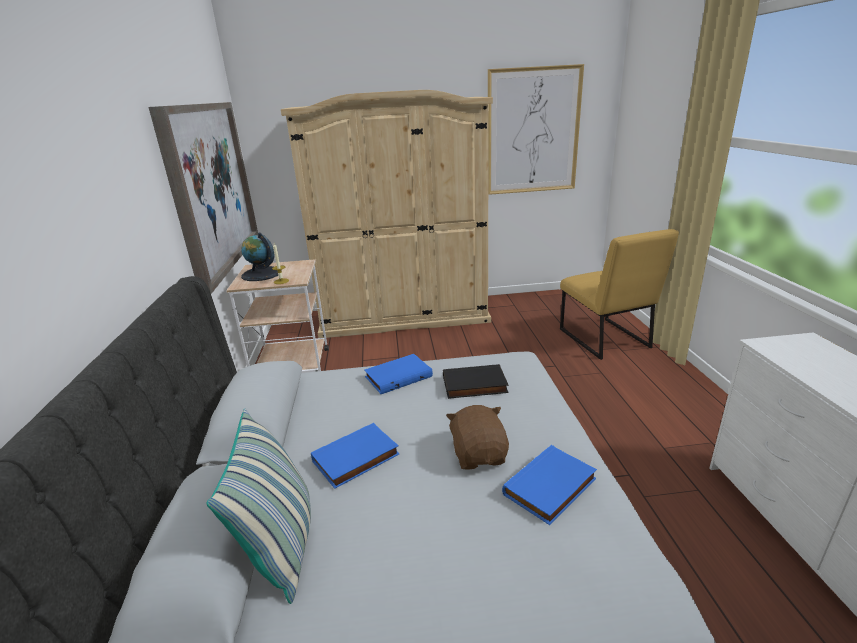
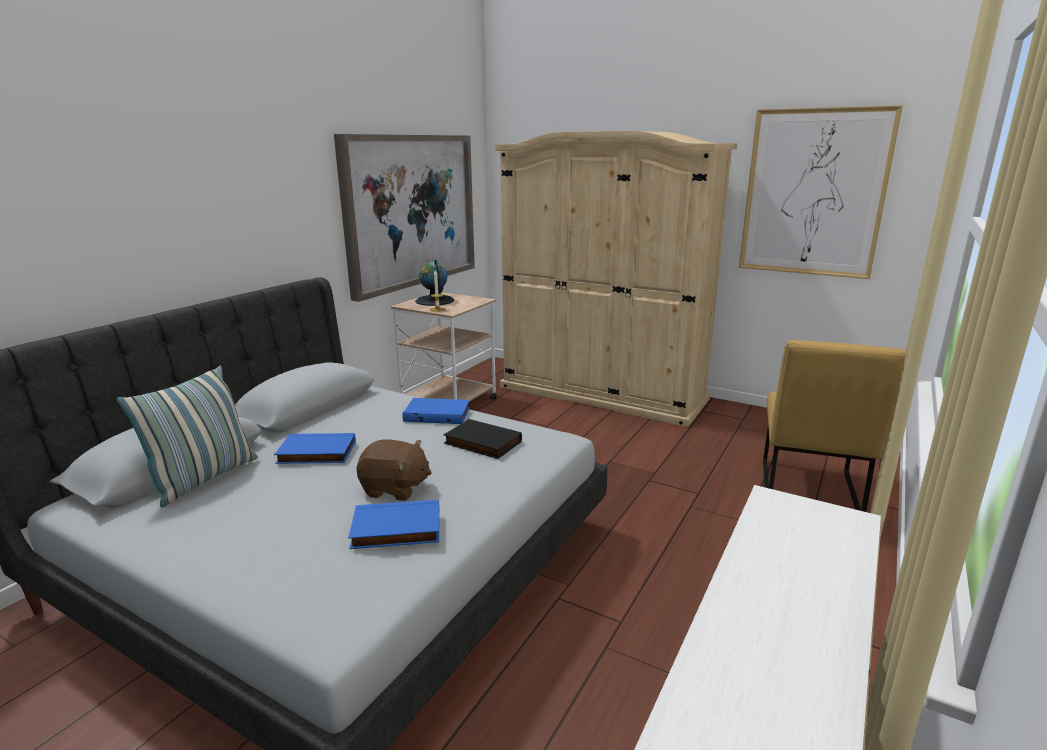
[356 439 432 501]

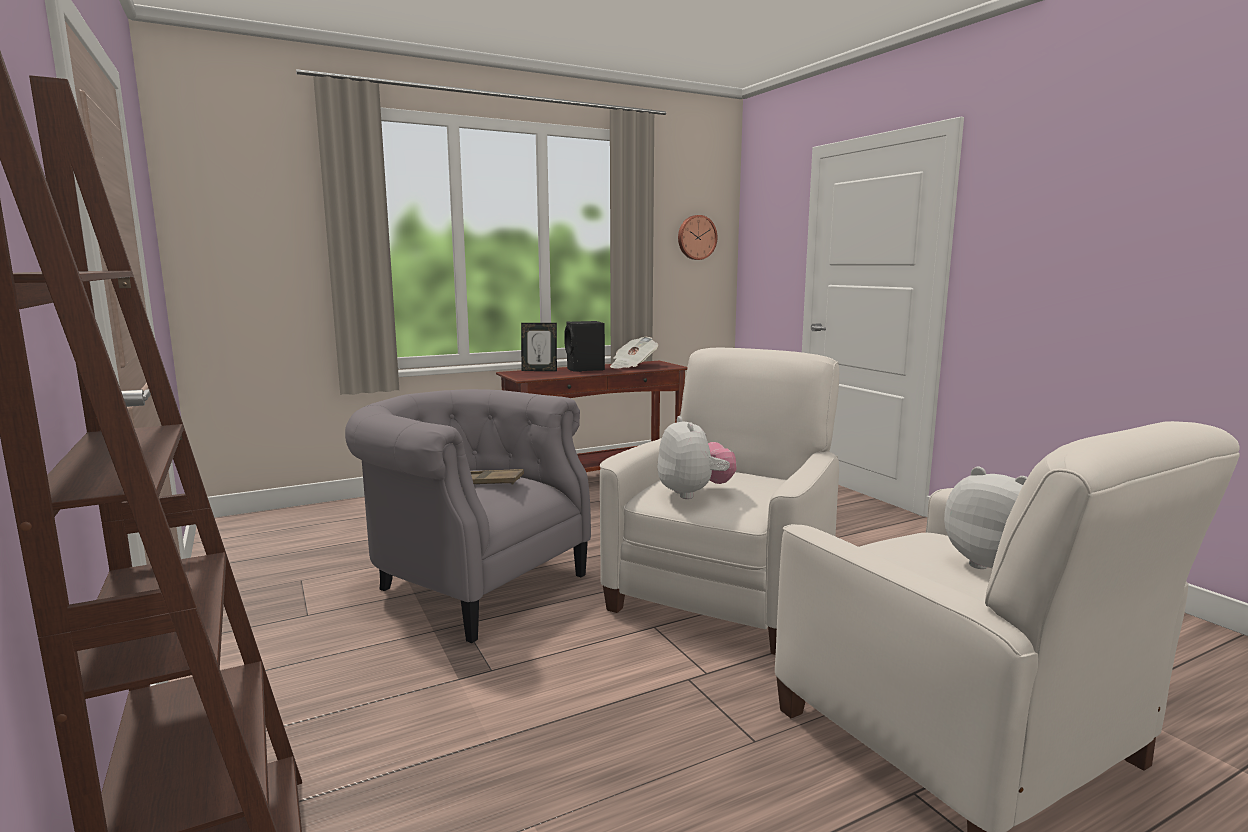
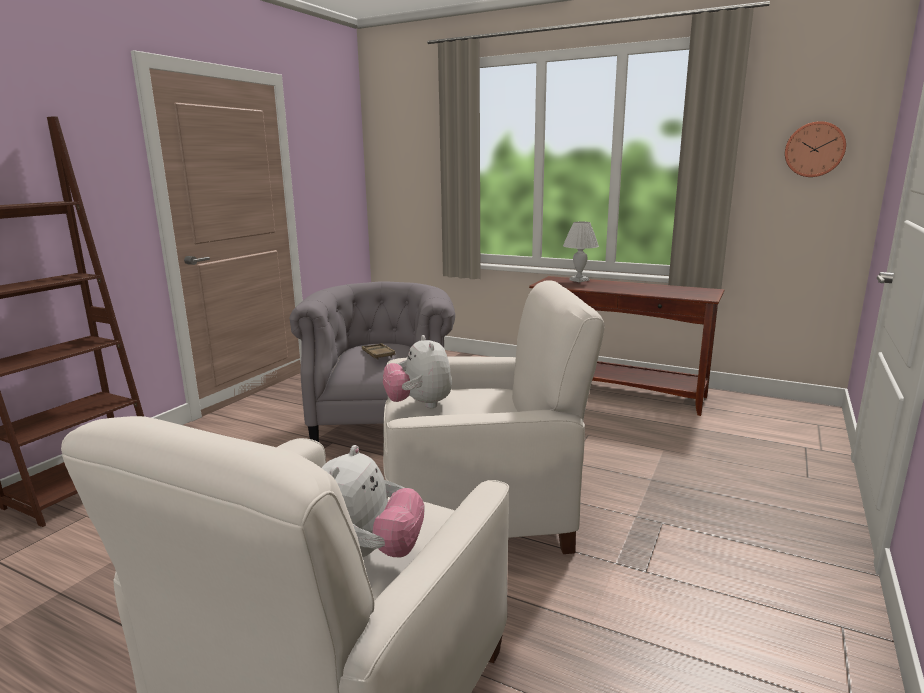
[563 222 599 282]
[564 321 605 372] (first image)
[610 337 658 369] (first image)
[383 335 452 408]

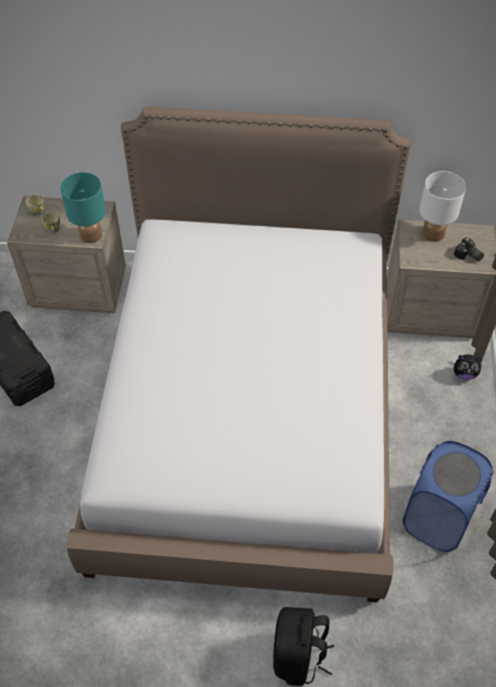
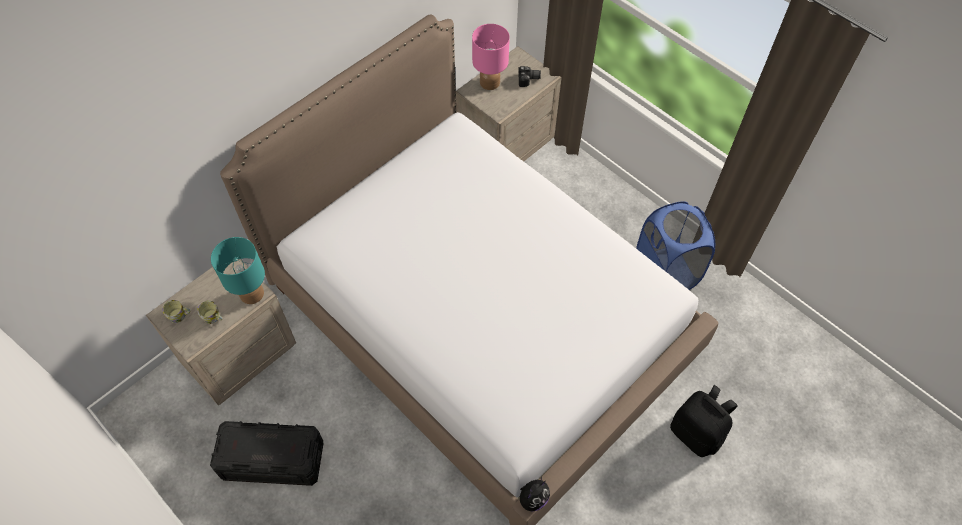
[472 24 510 90]
[520 477 550 512]

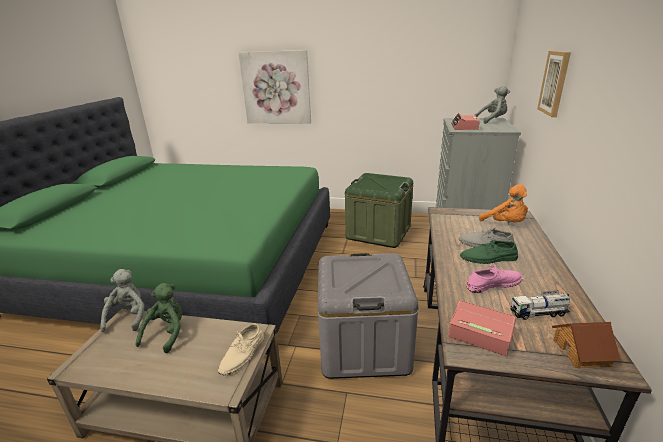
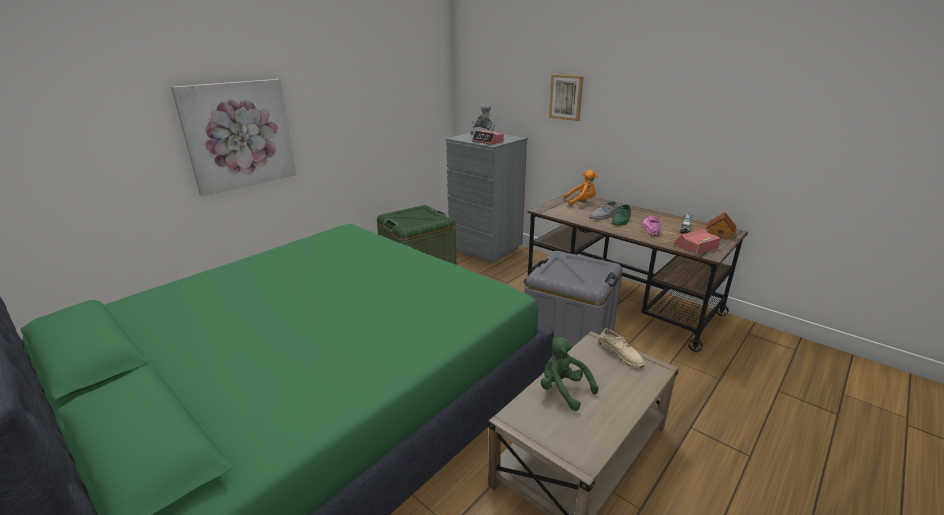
[100 269 145 332] (first image)

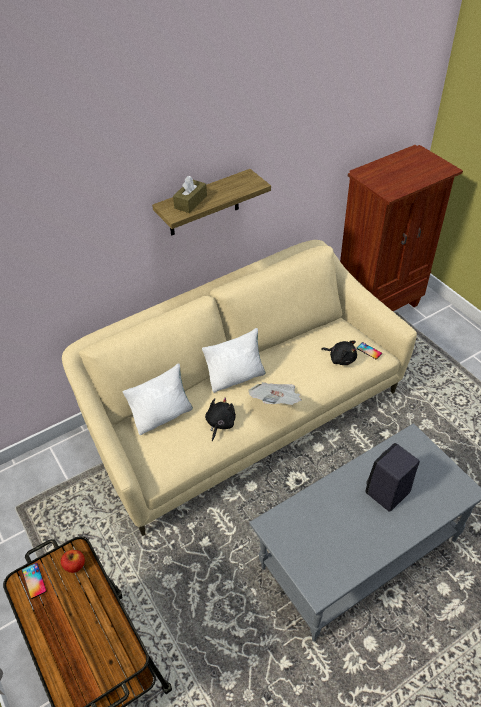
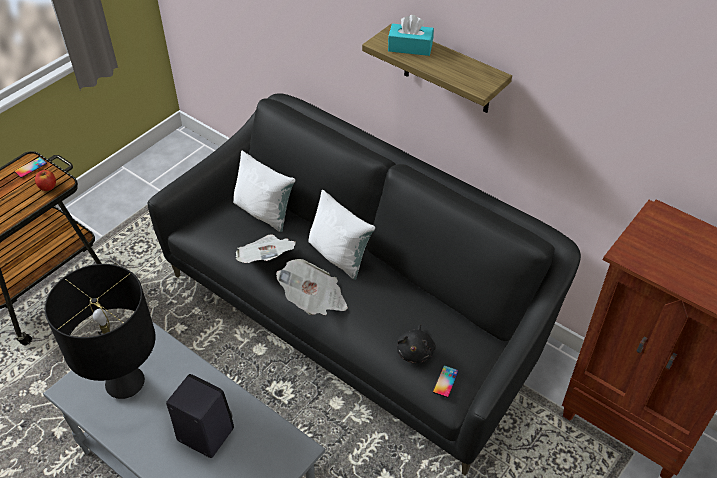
[148 93 581 476]
[388 15 434 56]
[236 234 296 263]
[45 264 156 399]

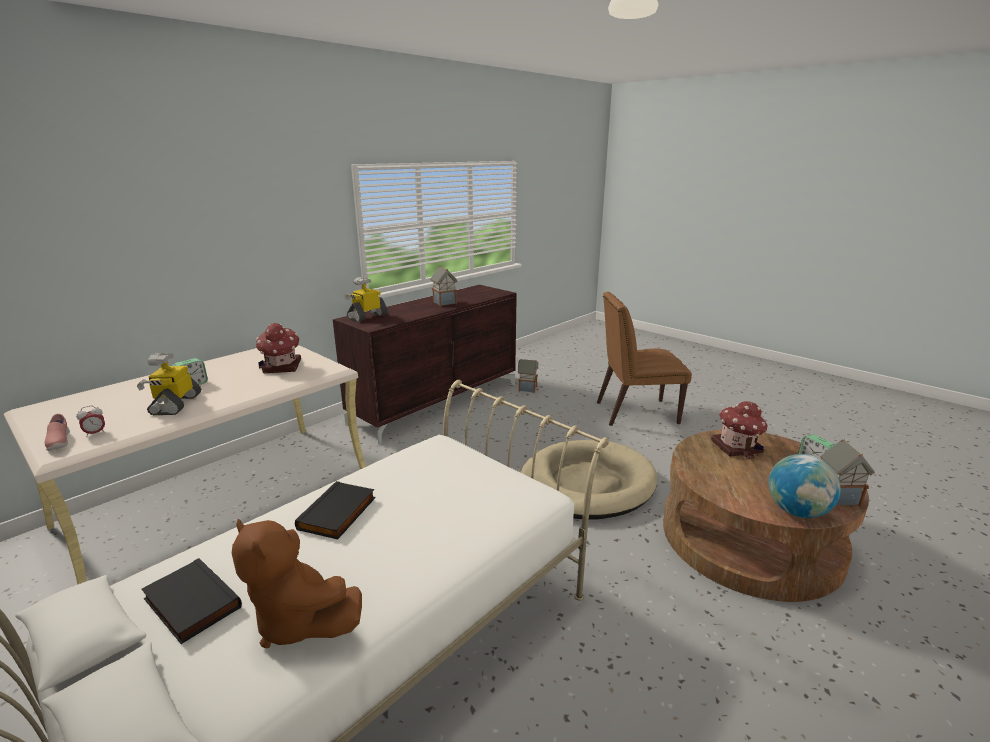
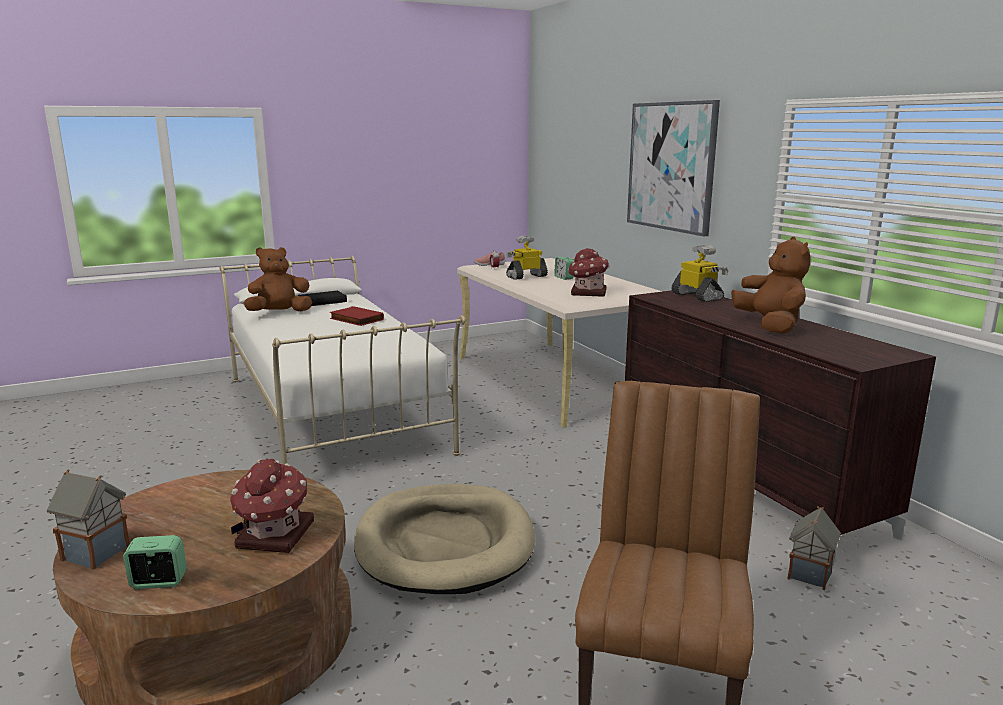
[506 236 548 280]
[330 306 384 326]
[731 237 810 334]
[769 454 841 518] (first image)
[627 100 720 236]

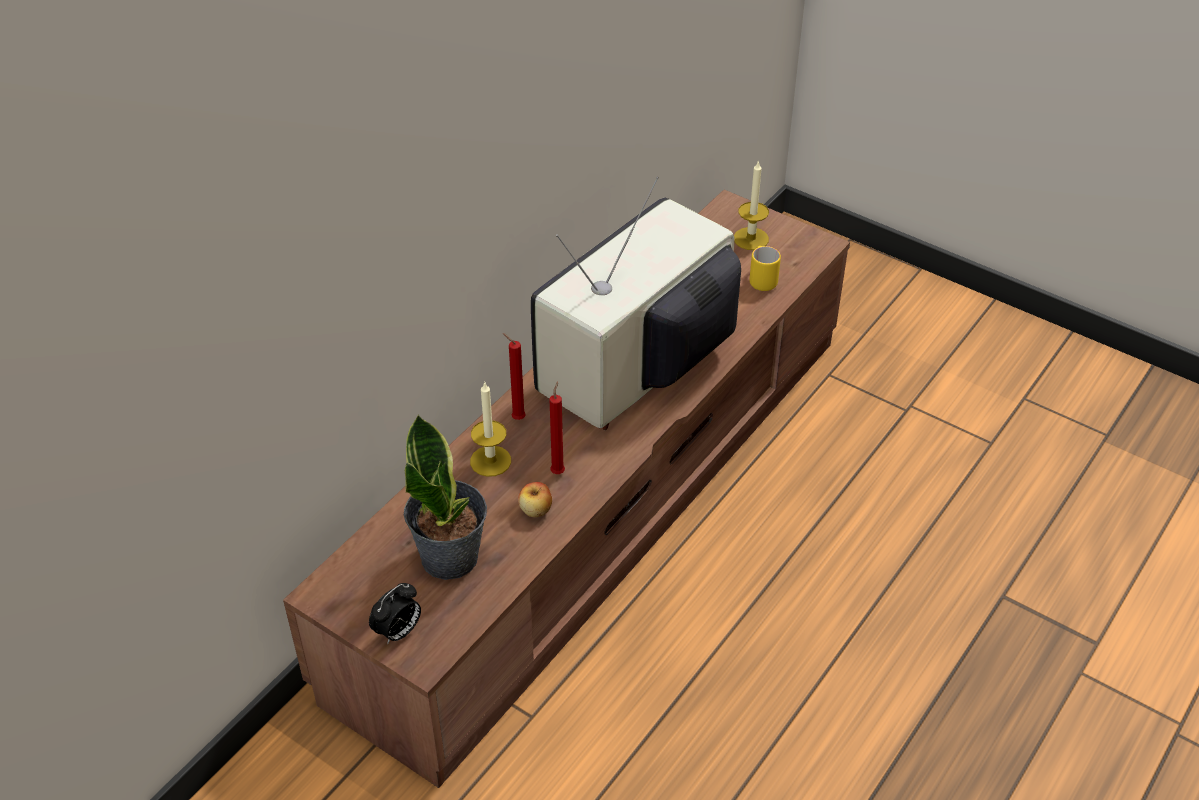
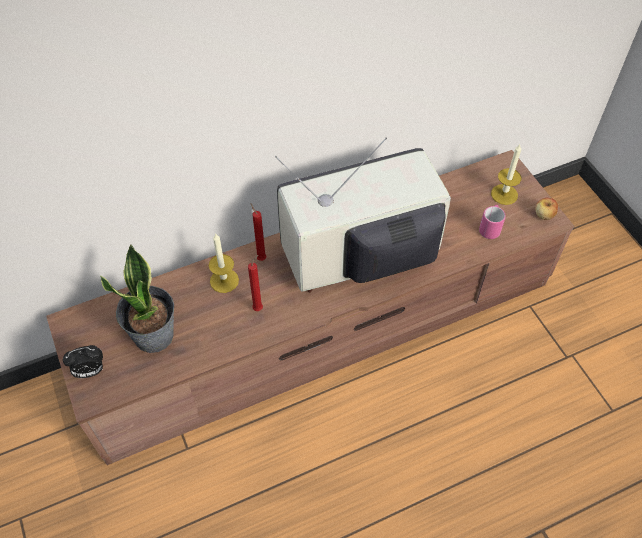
[535 198 558 220]
[479 205 506 239]

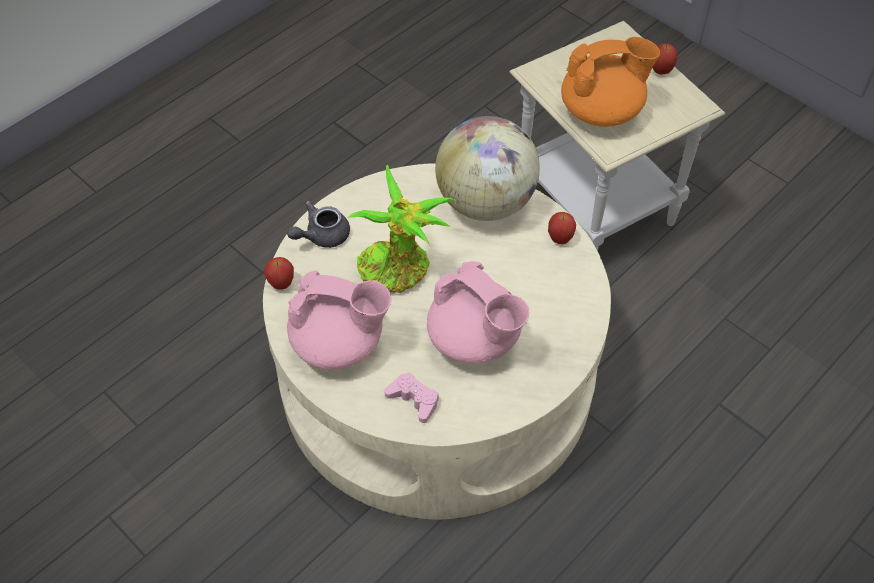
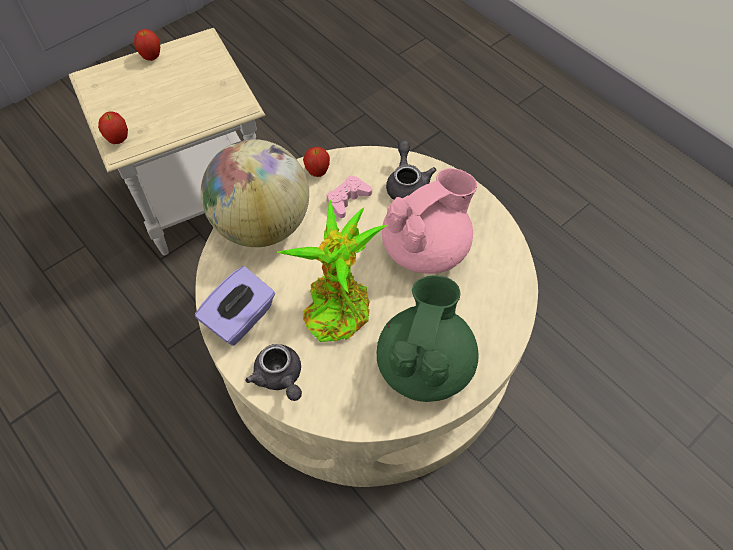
[98 111 128 144]
[377 275 479 402]
[327 176 372 218]
[561 37 660 127] (first image)
[195 266 275 346]
[386 140 436 200]

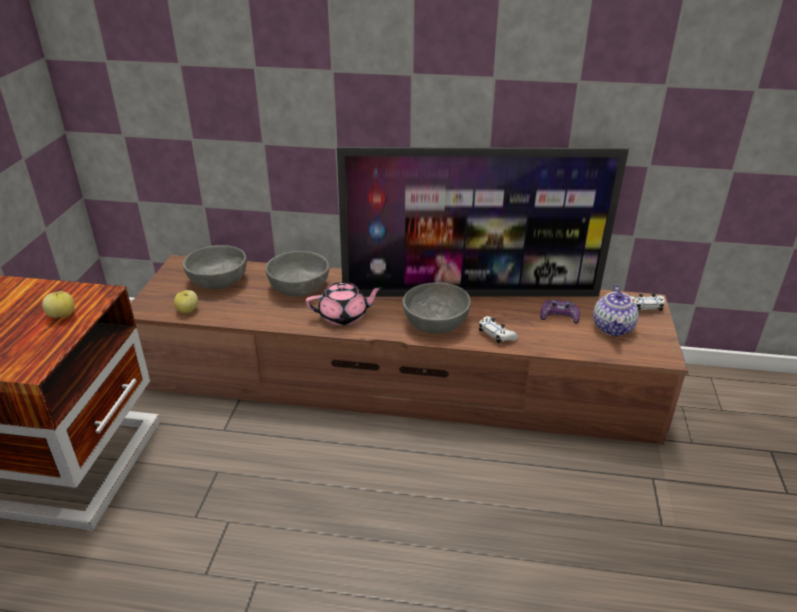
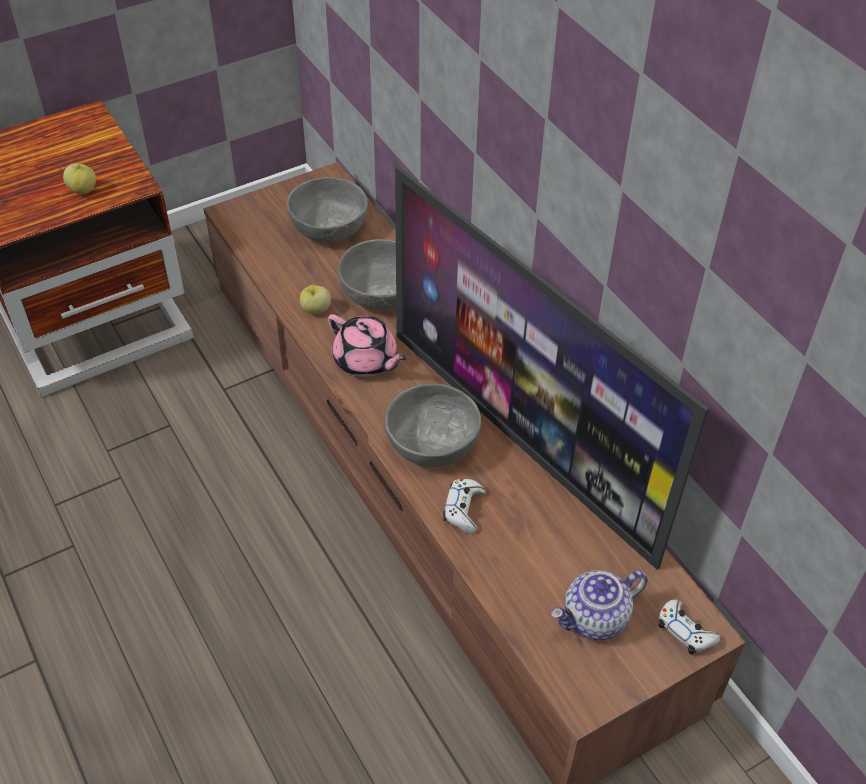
[300 285 331 314]
[540 300 580 324] (first image)

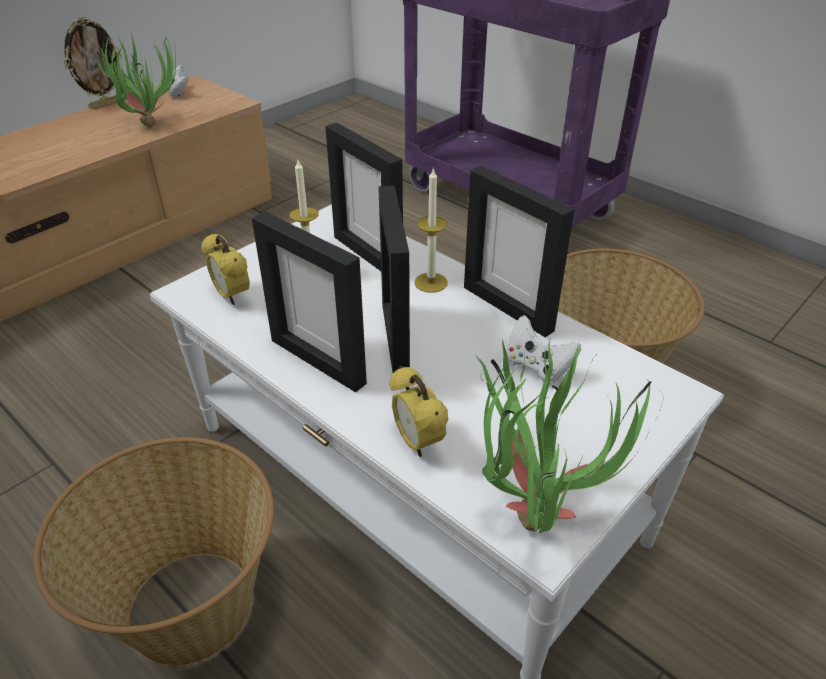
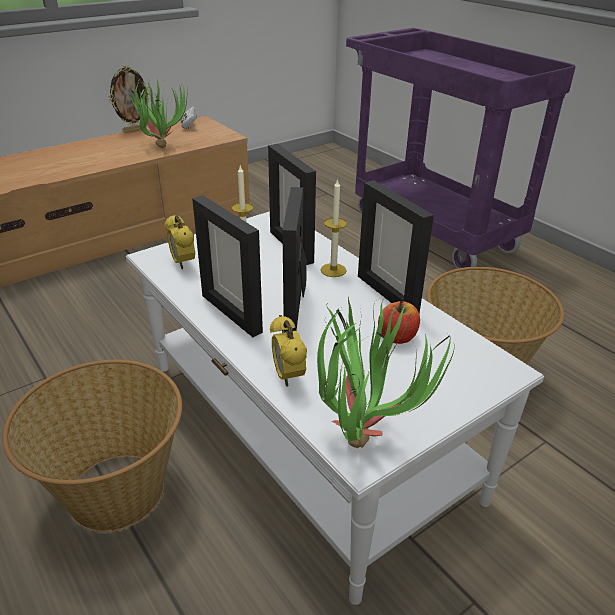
[378 301 420 344]

